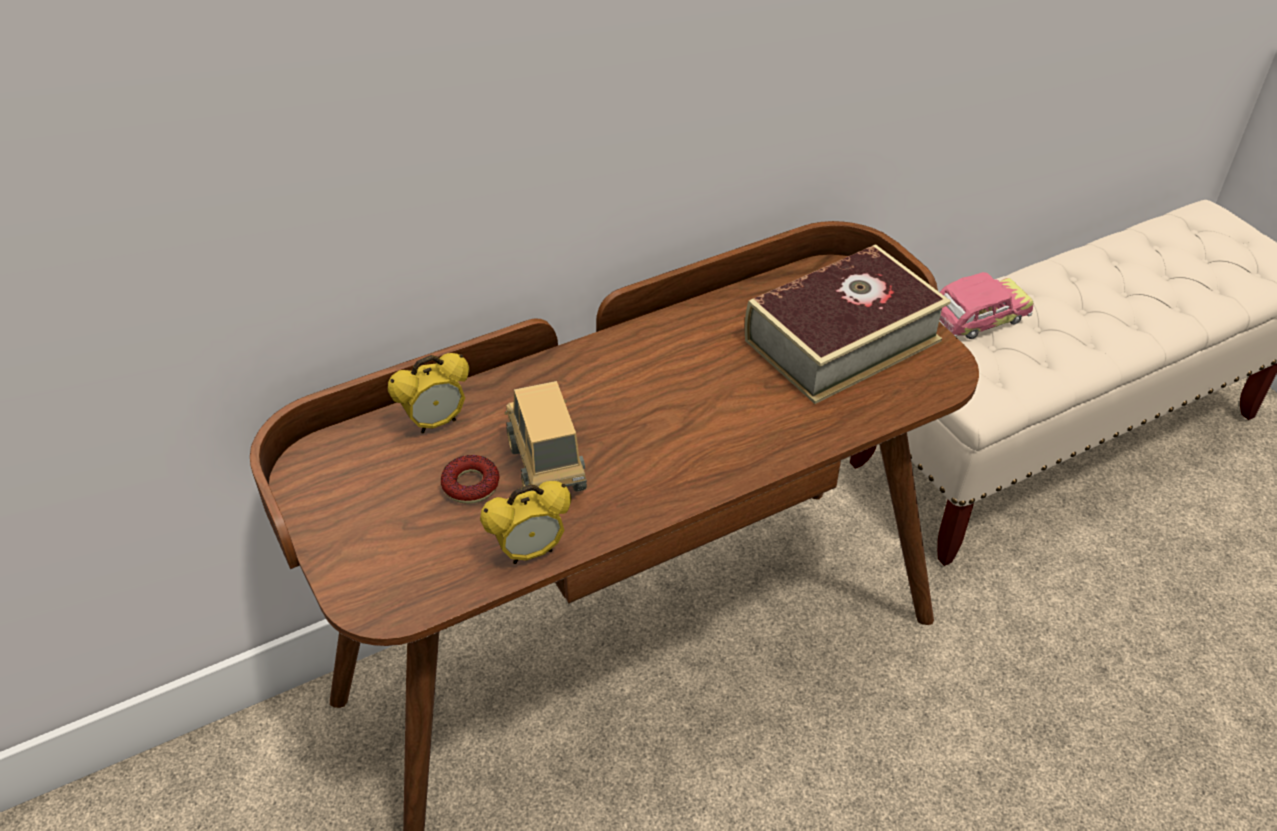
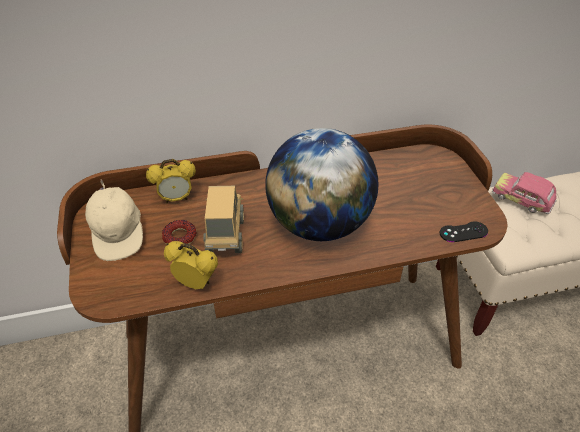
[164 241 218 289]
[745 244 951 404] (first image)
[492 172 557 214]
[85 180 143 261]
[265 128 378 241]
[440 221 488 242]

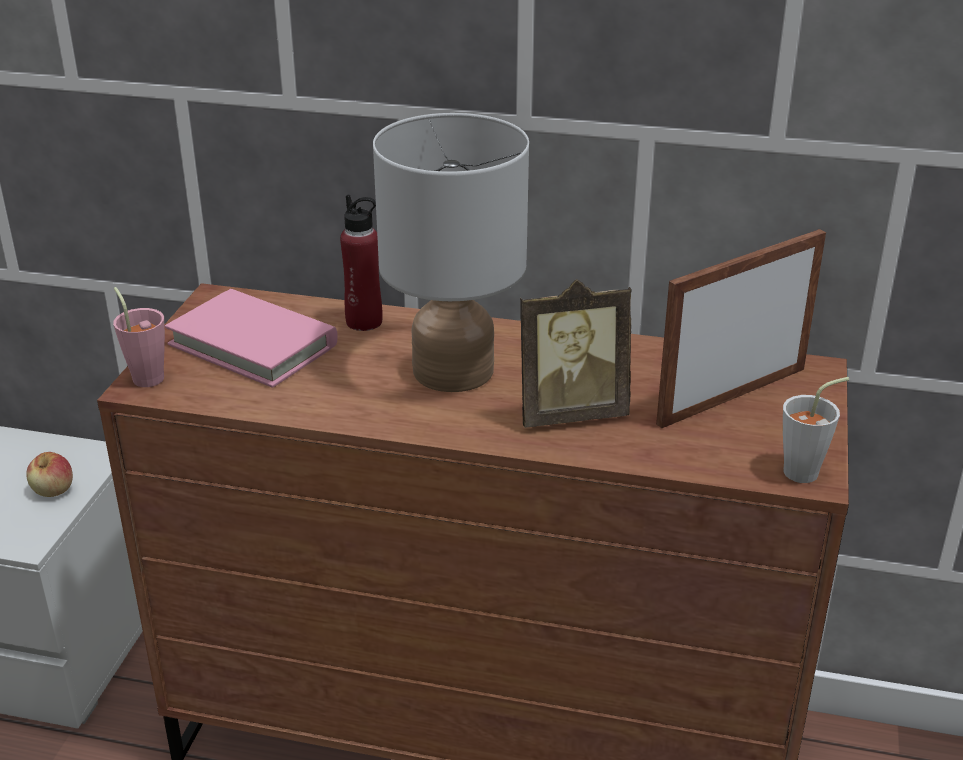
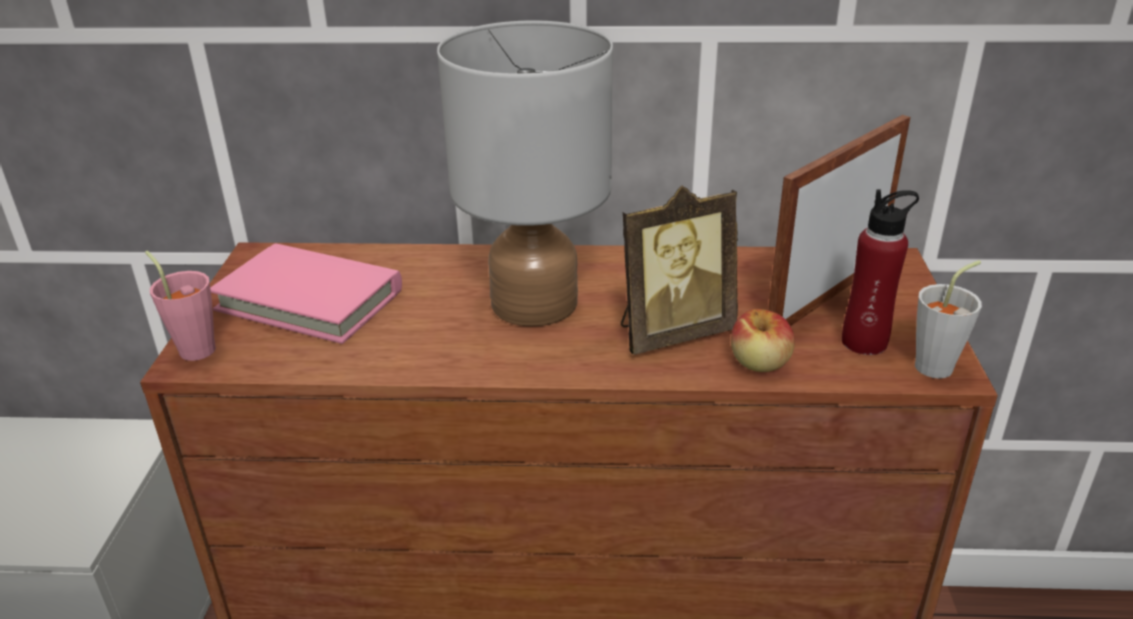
[731 309 795 372]
[842 189 919 355]

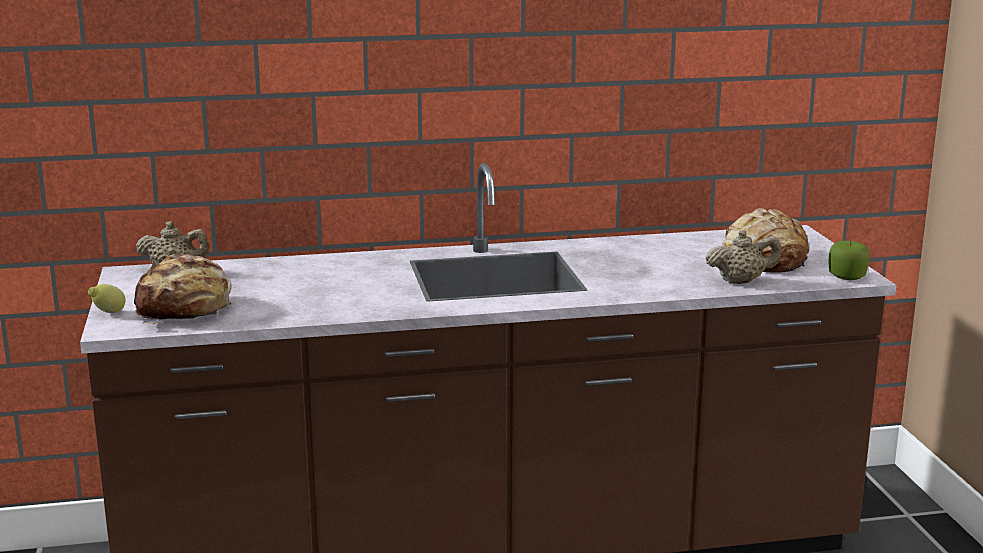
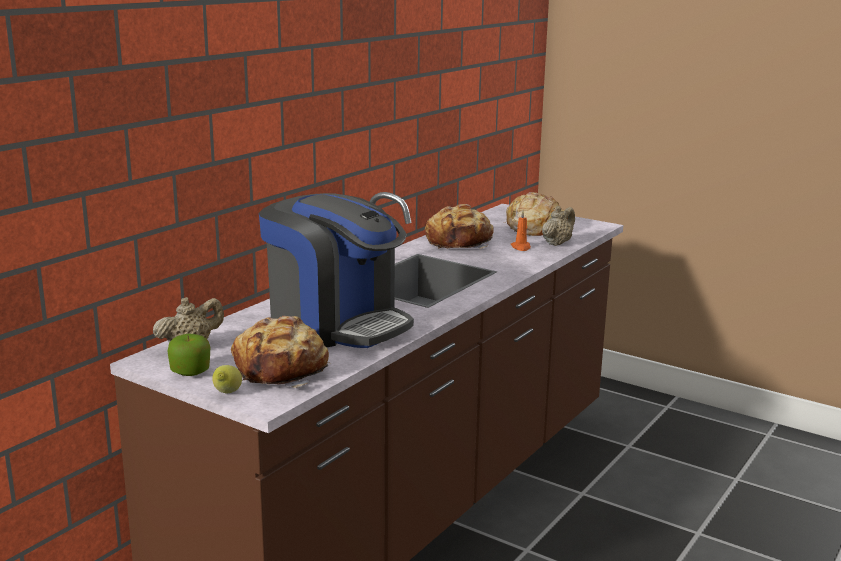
[167 334 210 376]
[259 193 414 348]
[425 204 494 248]
[511 211 531 251]

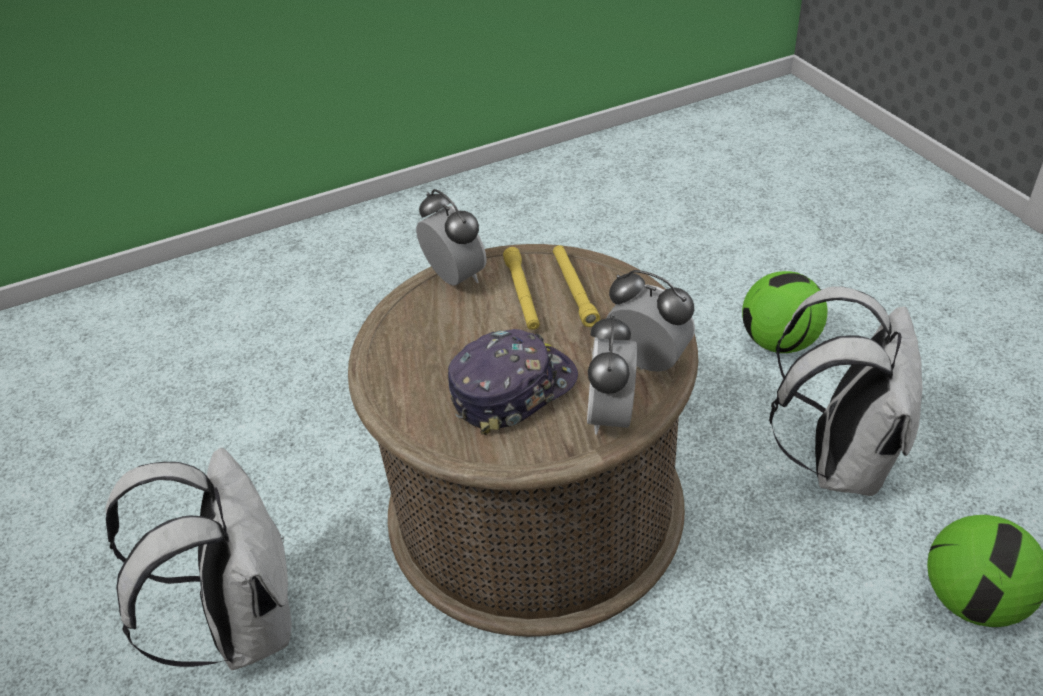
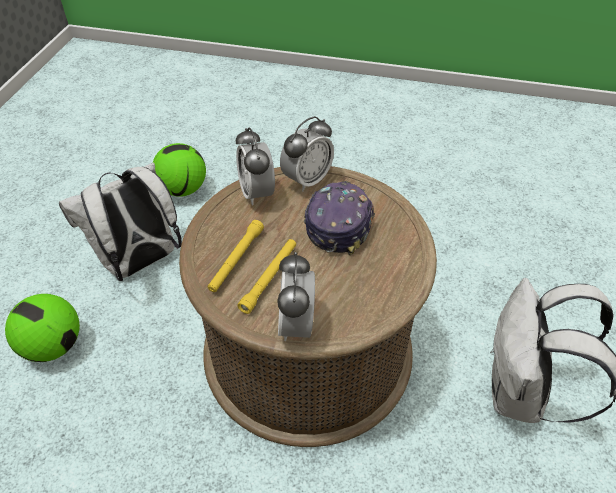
[304 181 375 256]

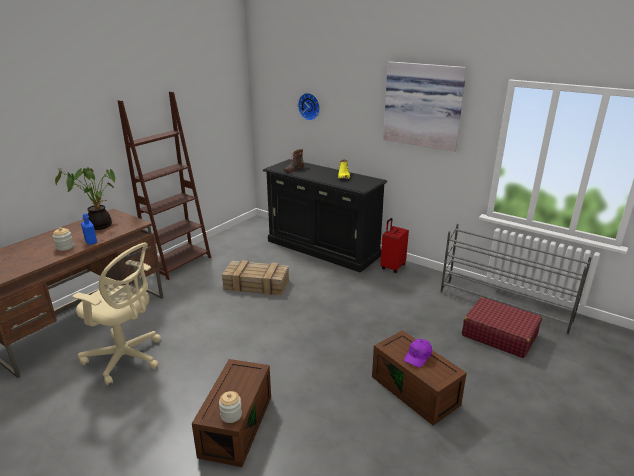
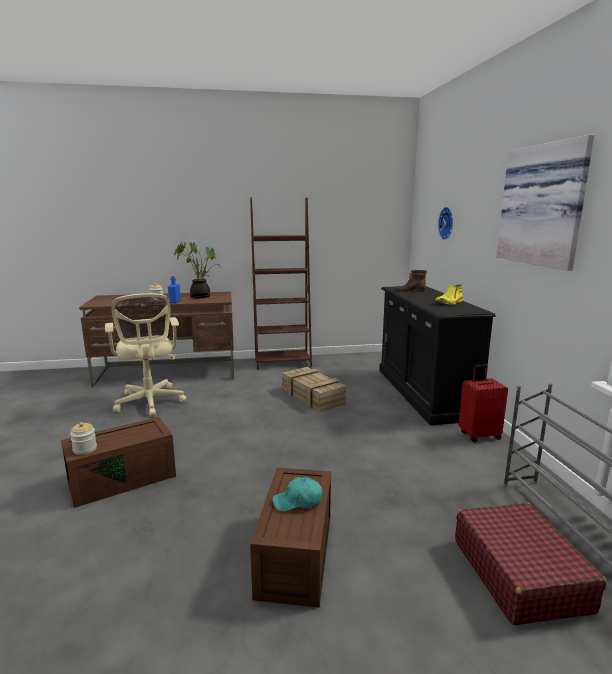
[272 477 322 511]

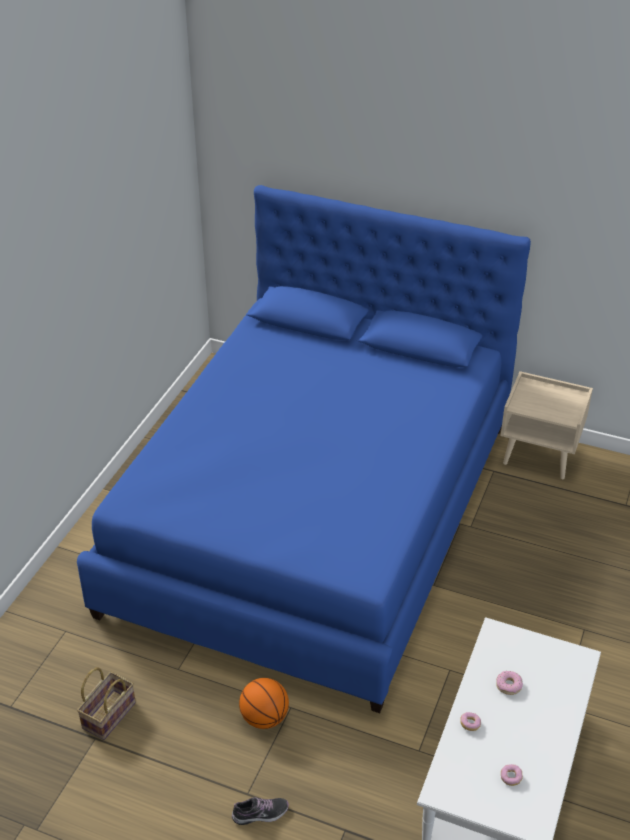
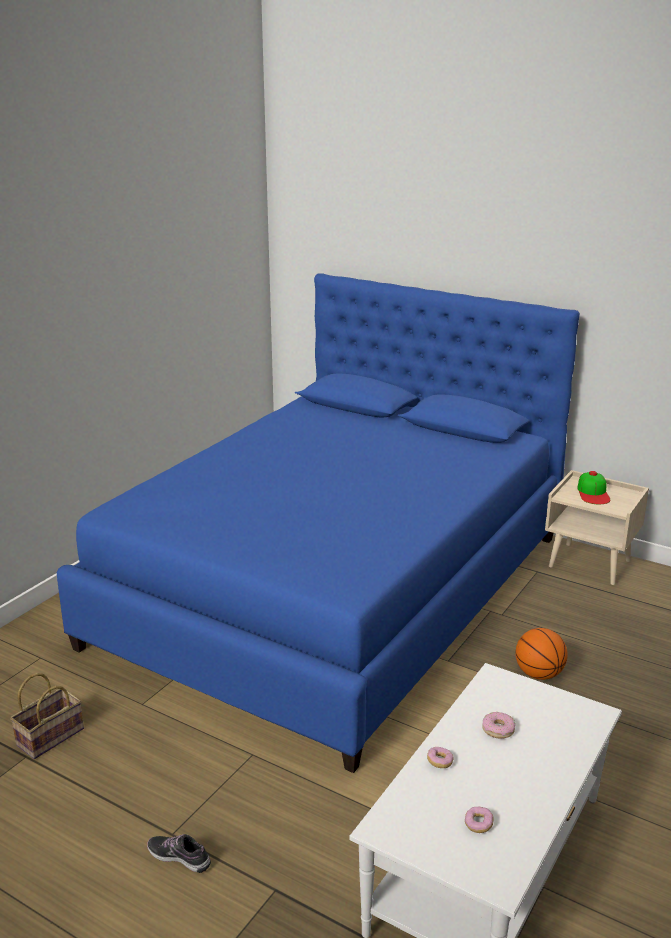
[147 834 211 873]
[516 628 568 680]
[578 471 610 504]

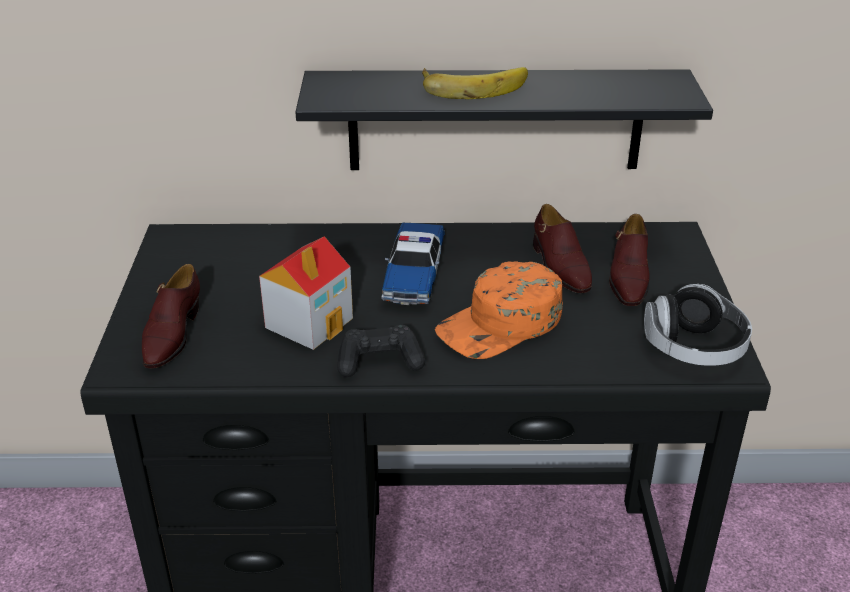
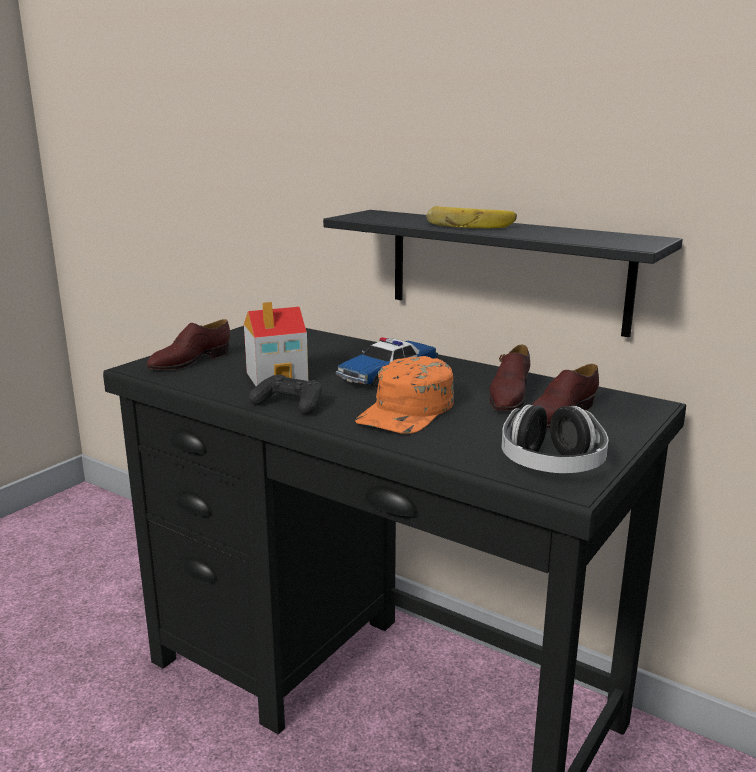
[355 356 454 434]

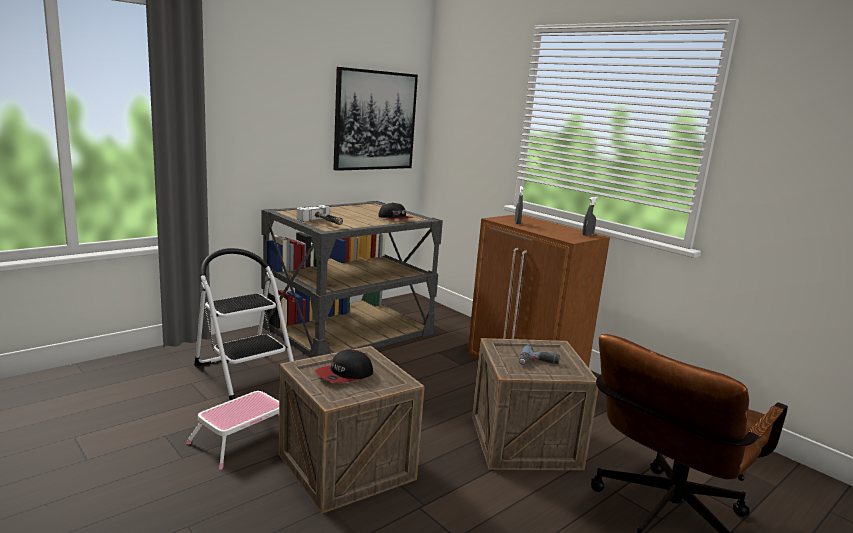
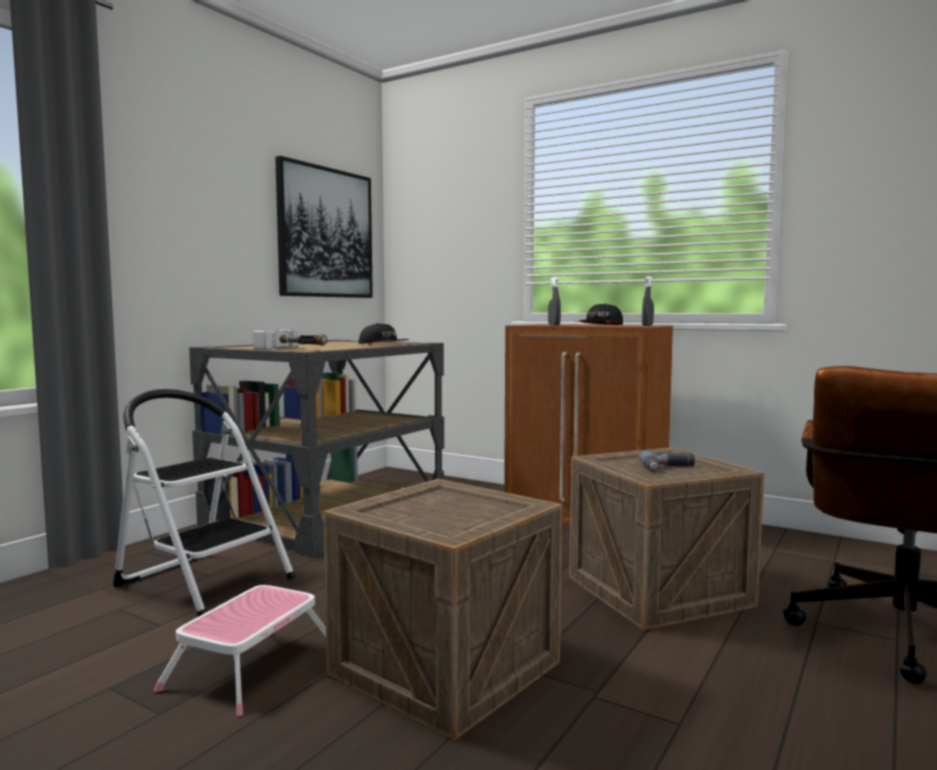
[579 304 623 325]

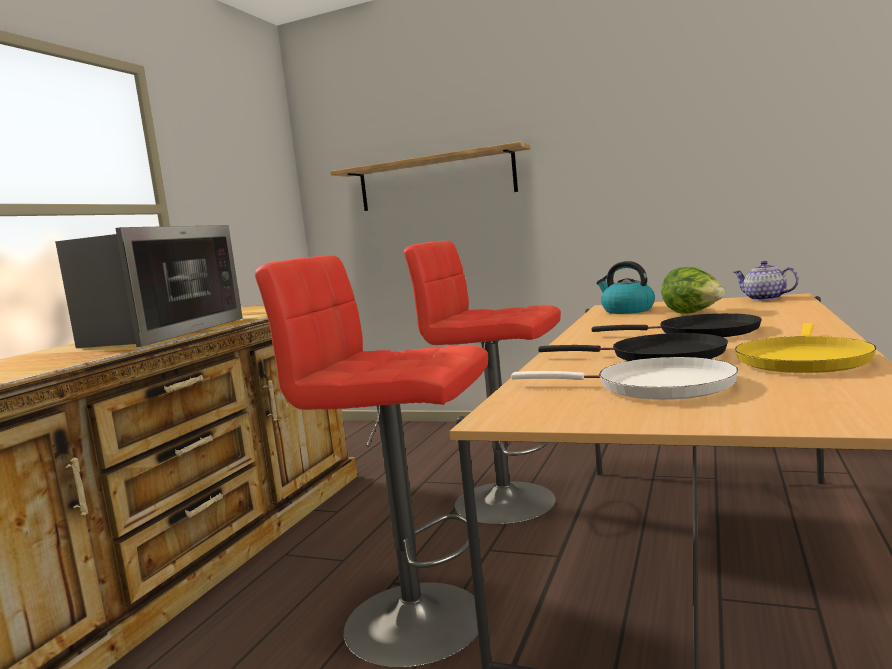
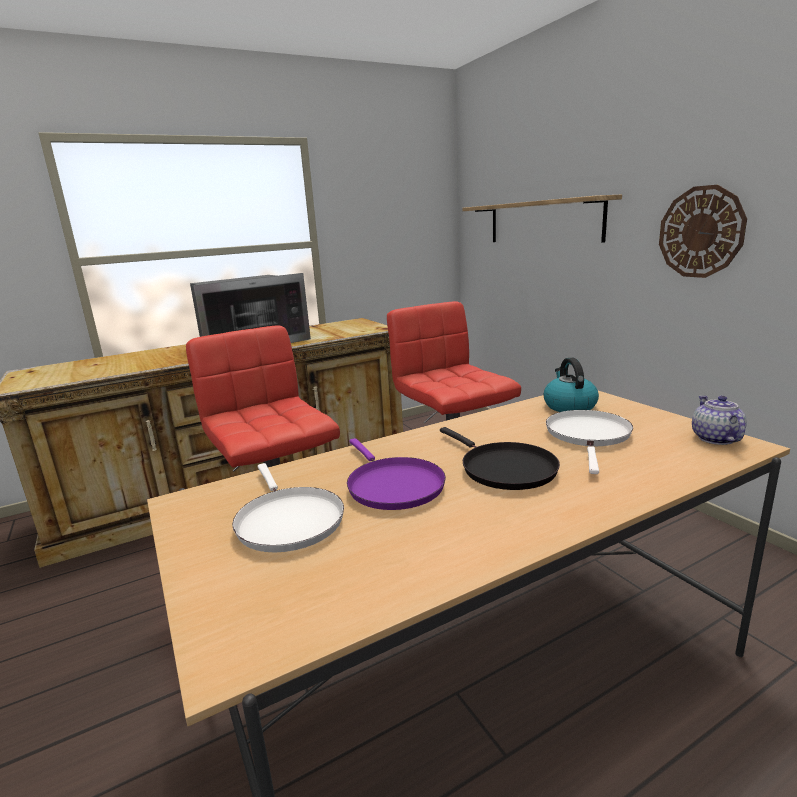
[347 438 446 510]
[546 410 633 474]
[735 323 877 373] (first image)
[659 185 747 278]

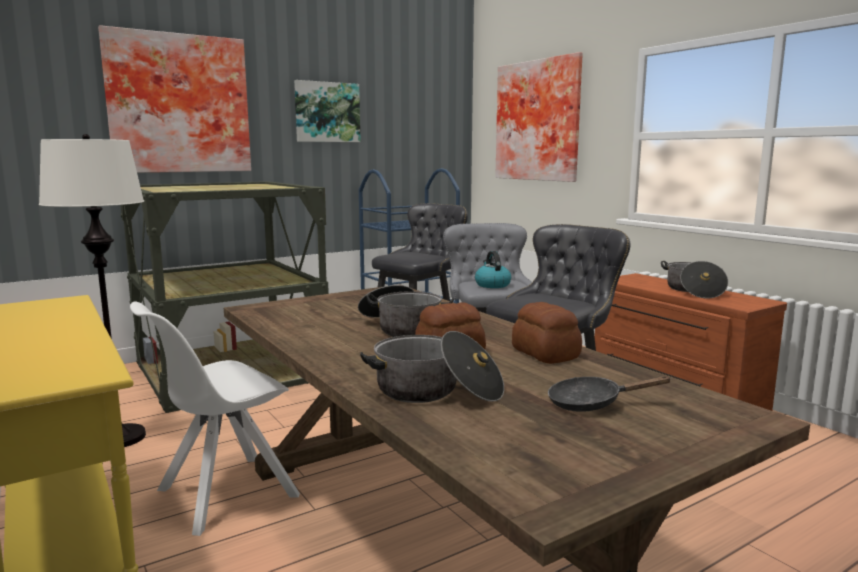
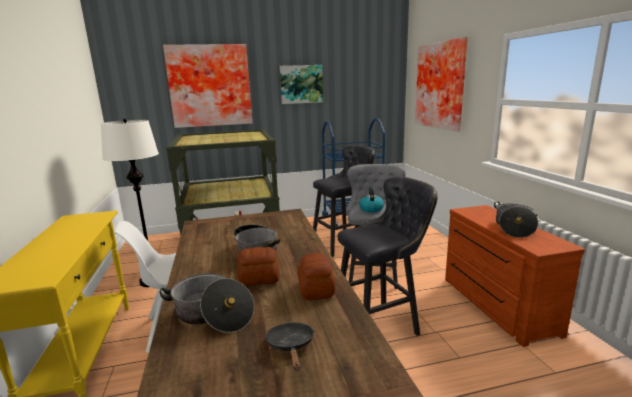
[265 322 315 371]

